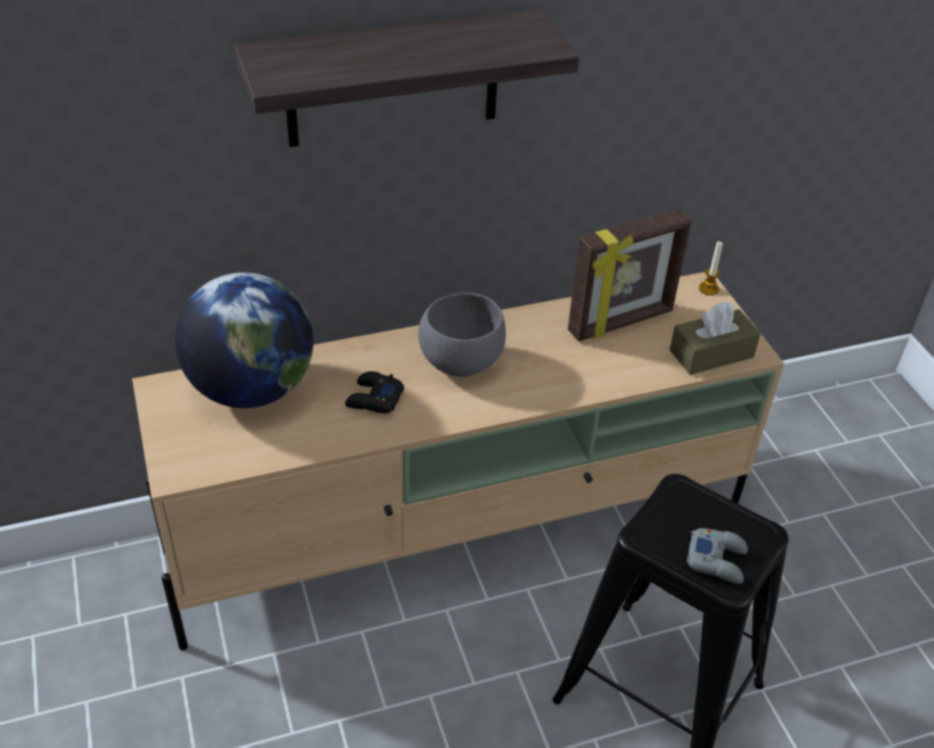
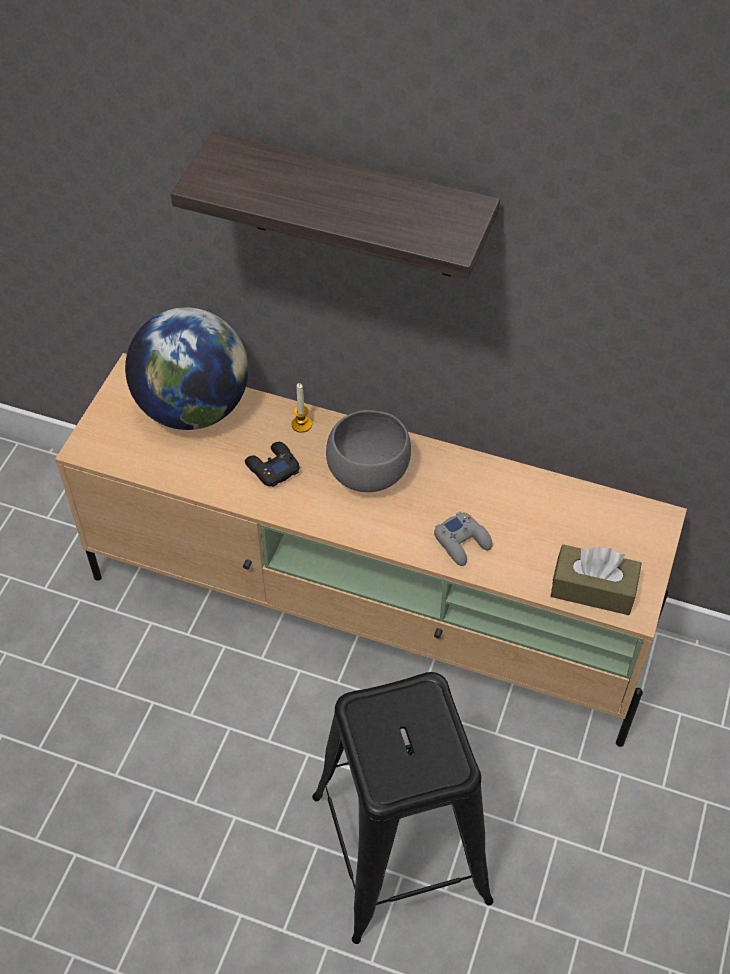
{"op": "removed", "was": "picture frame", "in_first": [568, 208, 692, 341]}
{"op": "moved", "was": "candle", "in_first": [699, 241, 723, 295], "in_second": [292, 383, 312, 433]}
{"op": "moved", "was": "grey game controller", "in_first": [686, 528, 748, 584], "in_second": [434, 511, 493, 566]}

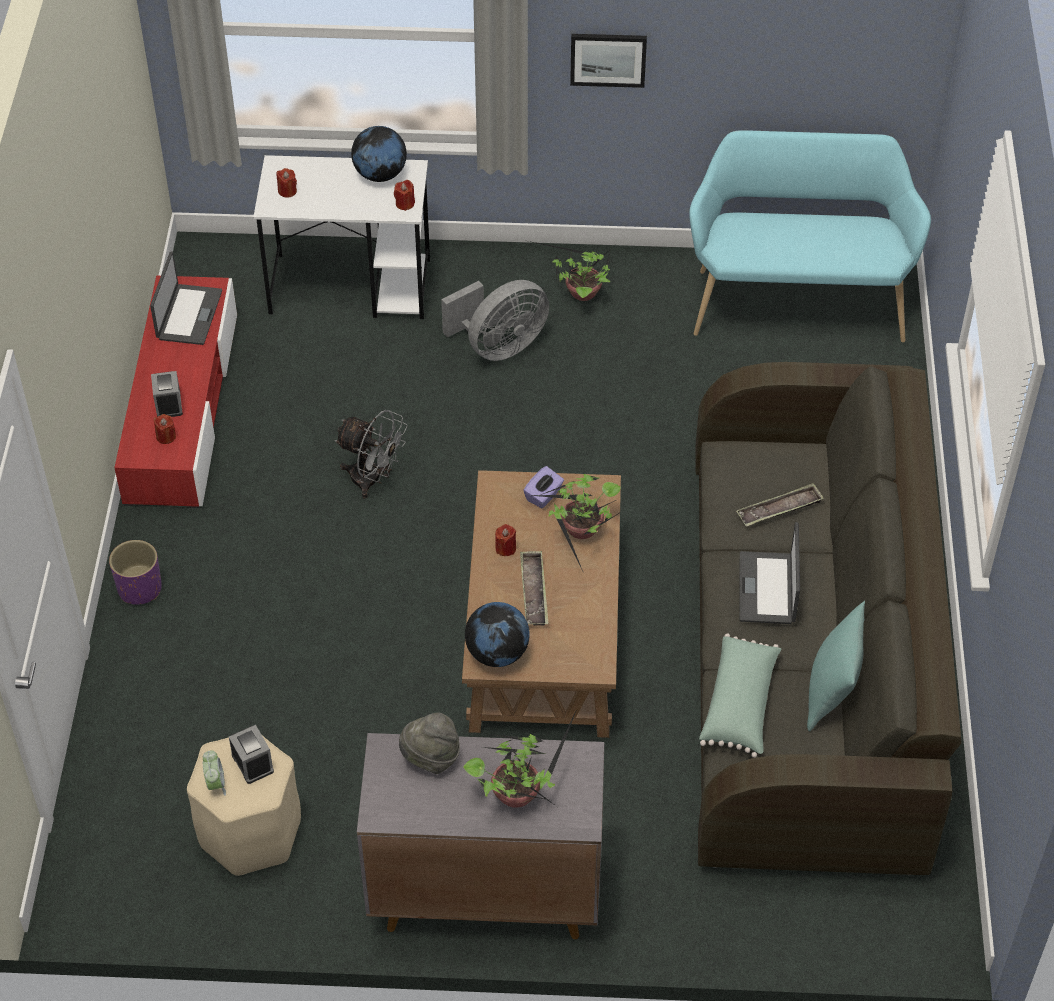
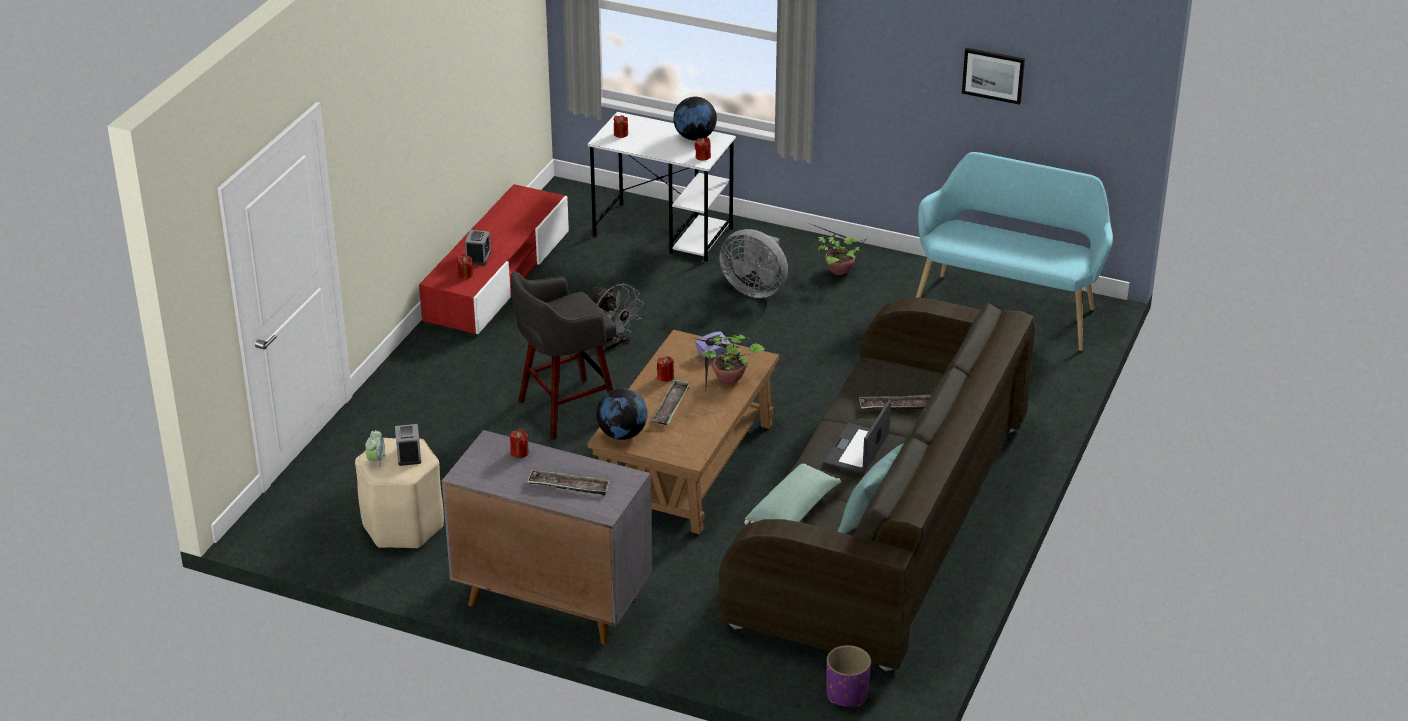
{"op": "moved", "was": "picture", "in_first": [570, 34, 647, 88], "in_second": [962, 48, 1025, 105]}
{"op": "removed", "was": "laptop", "in_first": [150, 251, 222, 345]}
{"op": "turned", "was": "grey fan", "in_first": [441, 280, 549, 361], "in_second": [719, 229, 788, 298], "clockwise": 45}
{"op": "moved", "was": "purple planter", "in_first": [109, 540, 162, 605], "in_second": [826, 645, 871, 707]}
{"op": "replaced", "was": "potted plant", "now": "tray", "in_first": [463, 707, 578, 808], "in_second": [527, 469, 611, 496]}
{"op": "replaced", "was": "grey hat", "now": "red candle", "in_first": [399, 713, 460, 774], "in_second": [510, 429, 529, 458]}
{"op": "added", "now": "grey stool", "in_second": [511, 271, 616, 440]}

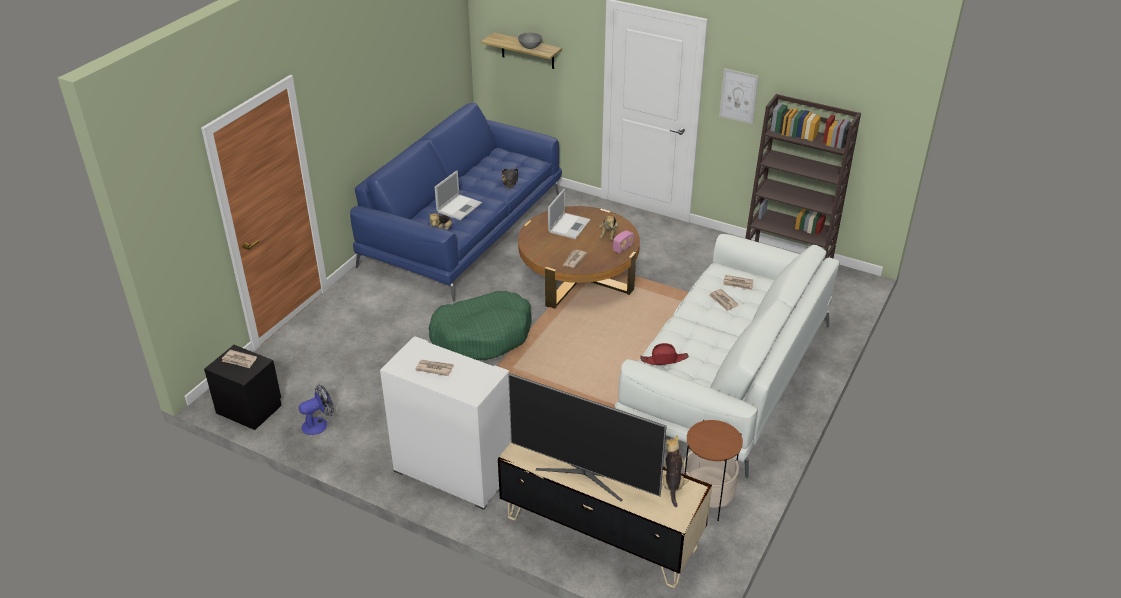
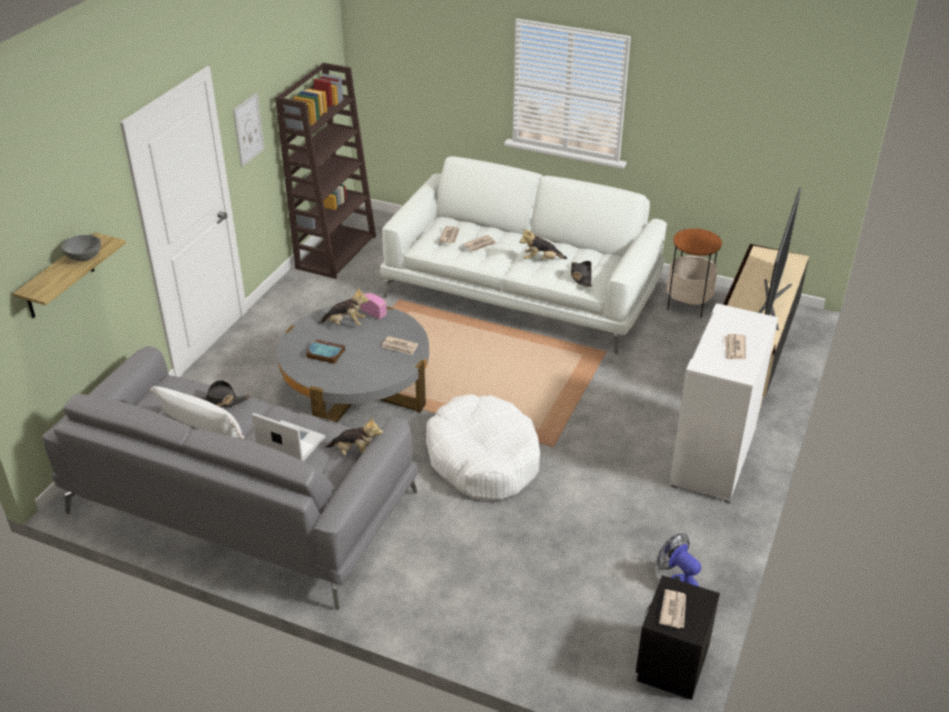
{"op": "recoloured", "was": "blue sofa", "now": "grey sofa", "in_first": [350, 103, 562, 302], "in_second": [42, 346, 418, 610]}
{"op": "replaced", "was": "laptop", "now": "book", "in_first": [548, 189, 591, 239], "in_second": [306, 339, 345, 364]}
{"op": "recoloured", "was": "brown coffee table", "now": "grey coffee table", "in_first": [518, 206, 640, 309], "in_second": [277, 306, 429, 422]}
{"op": "recoloured", "was": "green dog bed", "now": "white dog bed", "in_first": [429, 291, 532, 360], "in_second": [426, 394, 540, 500]}
{"op": "recoloured", "was": "red hat", "now": "black hat", "in_first": [640, 343, 689, 365], "in_second": [571, 261, 592, 287]}
{"op": "moved", "was": "plush toy", "in_first": [663, 435, 689, 507], "in_second": [520, 228, 567, 259]}
{"op": "added", "now": "white pillow", "in_second": [150, 386, 244, 439]}

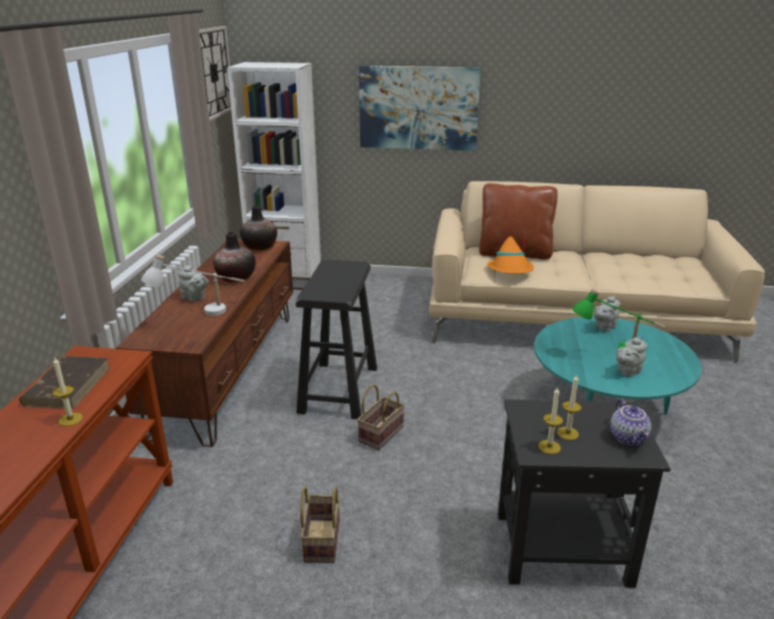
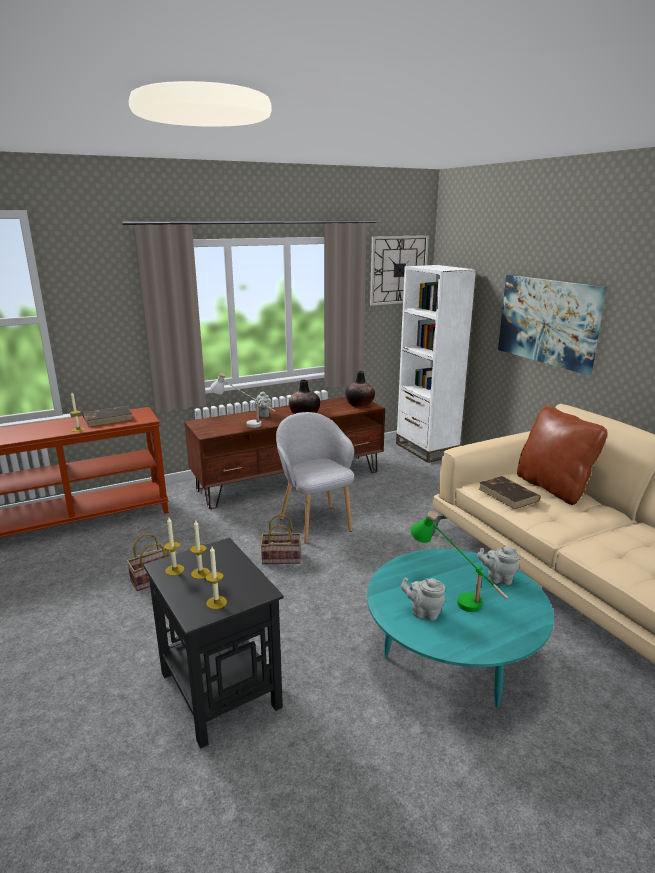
{"op": "replaced", "was": "orange hat", "now": "brown book", "in_first": [487, 233, 534, 274], "in_second": [479, 476, 541, 509]}
{"op": "replaced", "was": "black stool", "now": "grey armchair", "in_first": [296, 259, 377, 419], "in_second": [276, 412, 354, 543]}
{"op": "replaced", "was": "teapot", "now": "candle", "in_first": [610, 398, 651, 446], "in_second": [206, 547, 227, 609]}

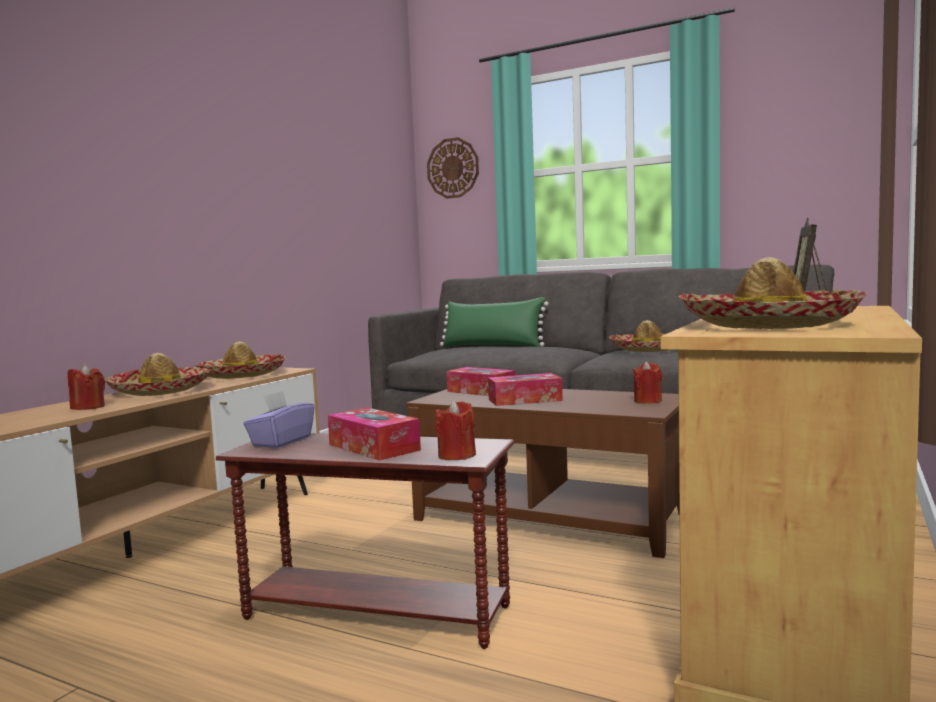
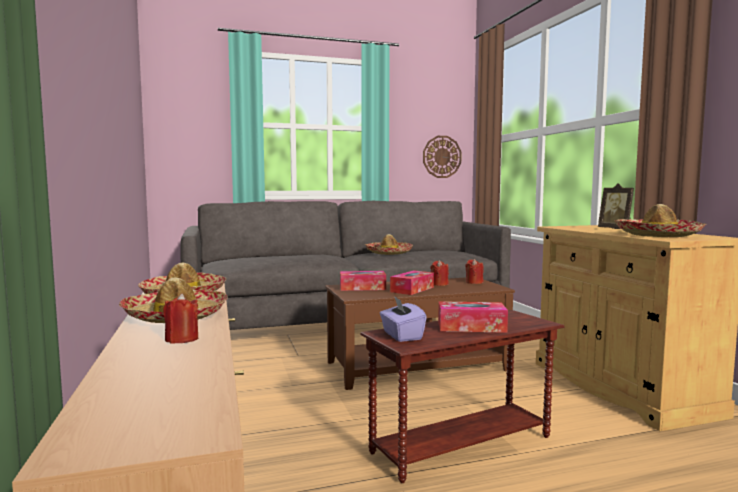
{"op": "moved", "was": "wall clock", "in_first": [427, 137, 479, 199], "in_second": [423, 136, 462, 178]}
{"op": "removed", "was": "green pillow", "in_first": [440, 297, 549, 347]}
{"op": "moved", "was": "red candle", "in_first": [435, 400, 476, 460], "in_second": [430, 260, 449, 286]}

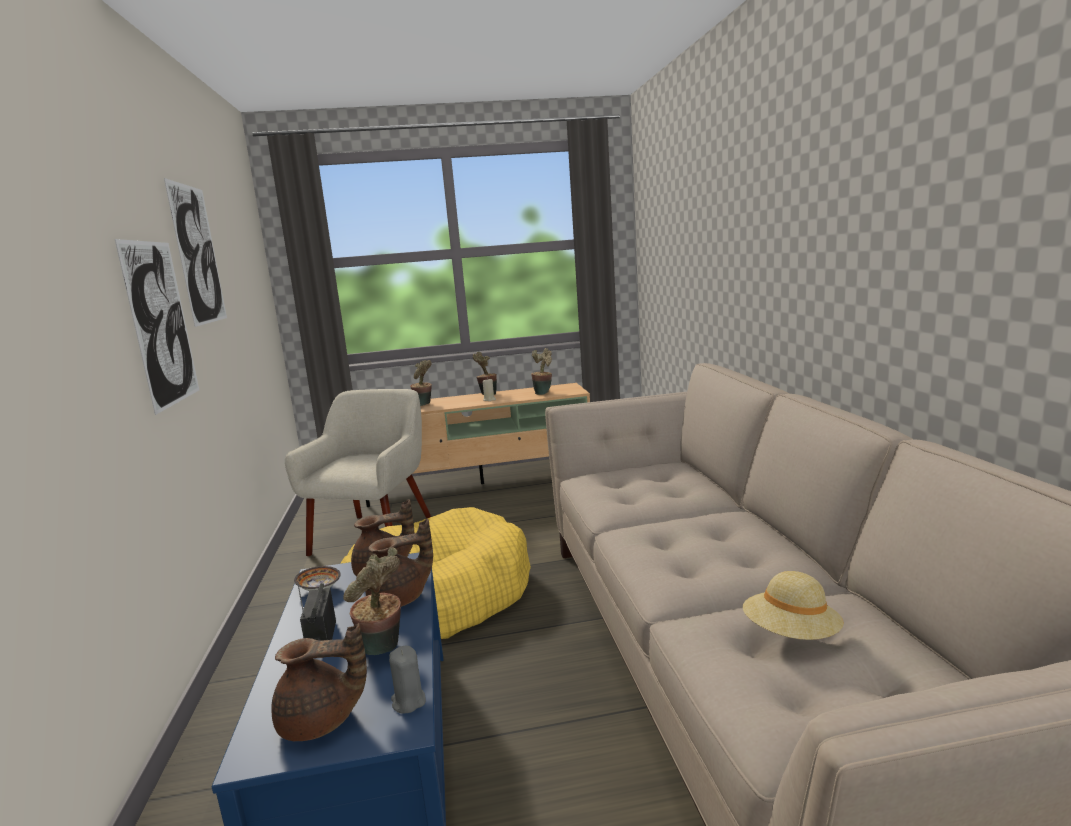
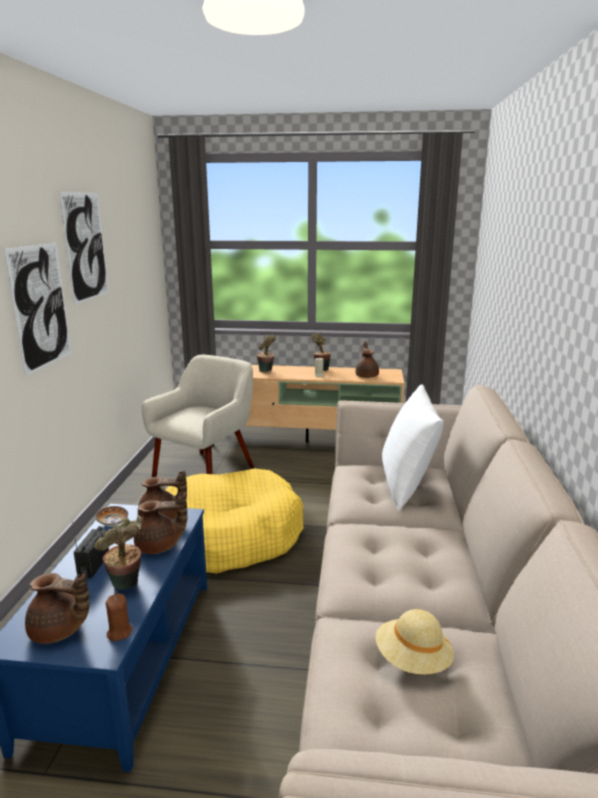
{"op": "replaced", "was": "potted plant", "now": "brown teapot", "in_first": [531, 348, 552, 395], "in_second": [355, 341, 379, 378]}
{"op": "recoloured", "was": "grey candle", "now": "brown candle", "in_first": [389, 646, 426, 713], "in_second": [106, 594, 132, 641]}
{"op": "added", "now": "white pillow", "in_second": [382, 384, 444, 511]}

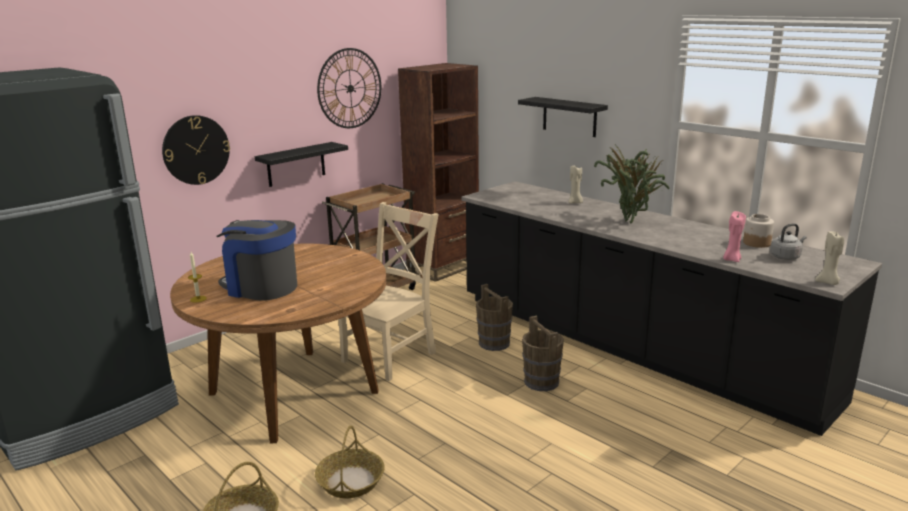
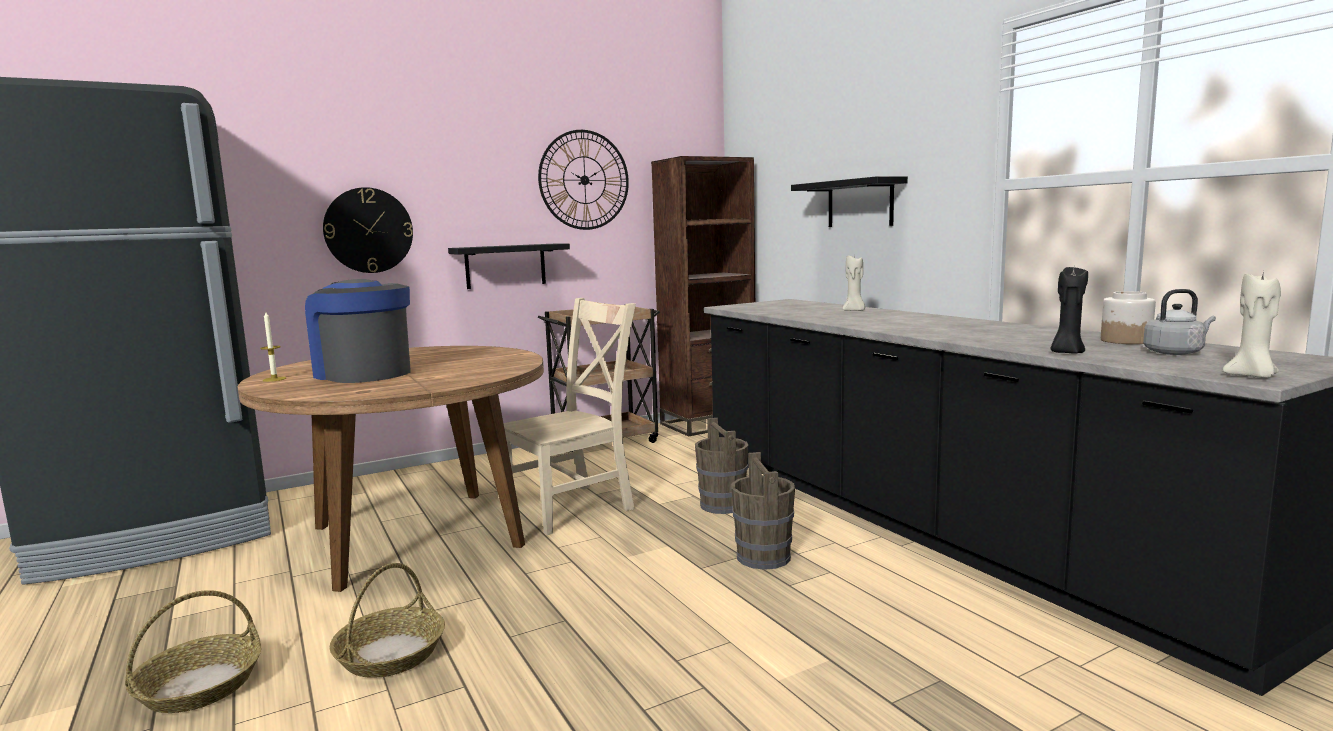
{"op": "removed", "was": "potted plant", "in_first": [594, 144, 670, 223]}
{"op": "recoloured", "was": "pink candle", "now": "black candle", "in_first": [723, 211, 746, 262], "in_second": [1050, 267, 1088, 354]}

